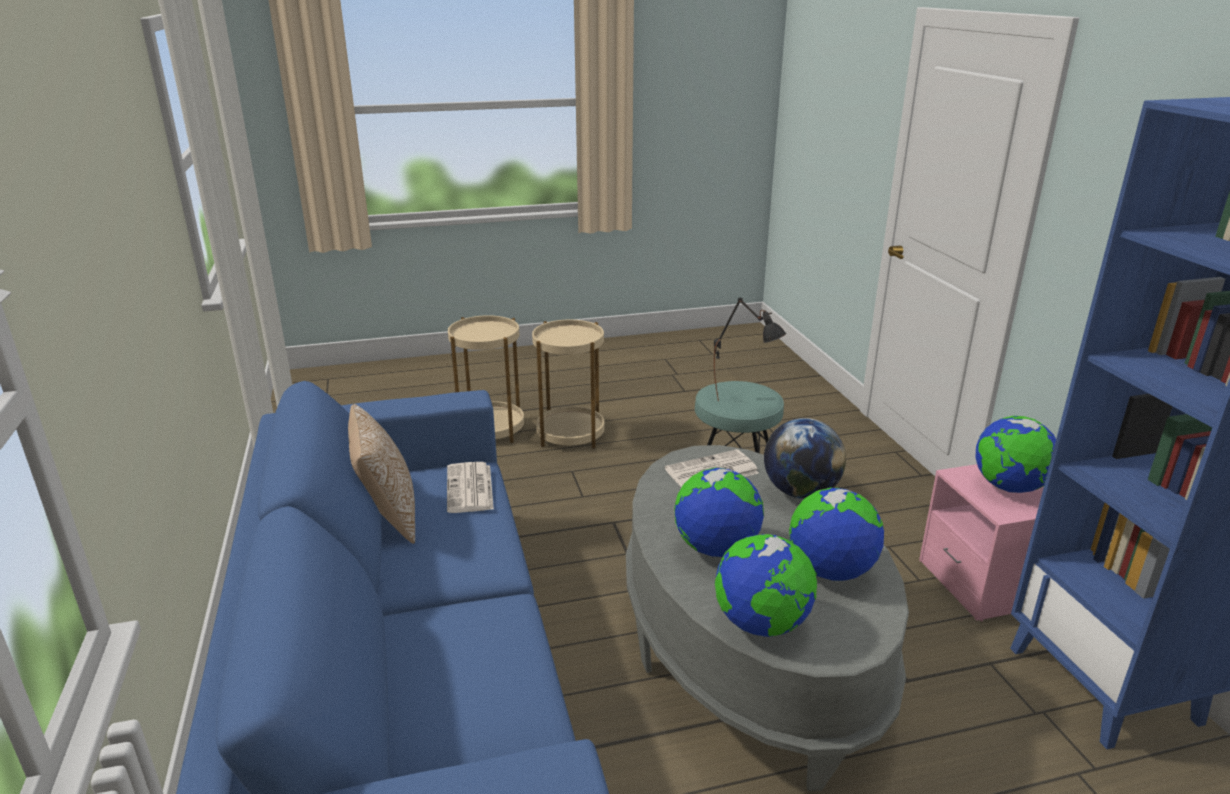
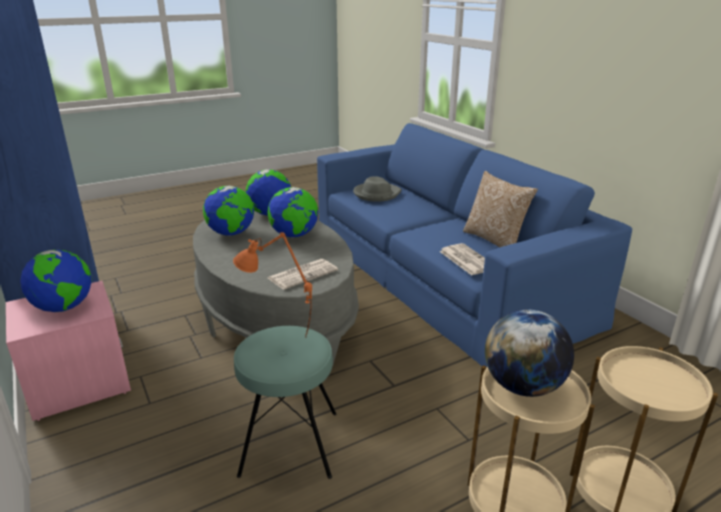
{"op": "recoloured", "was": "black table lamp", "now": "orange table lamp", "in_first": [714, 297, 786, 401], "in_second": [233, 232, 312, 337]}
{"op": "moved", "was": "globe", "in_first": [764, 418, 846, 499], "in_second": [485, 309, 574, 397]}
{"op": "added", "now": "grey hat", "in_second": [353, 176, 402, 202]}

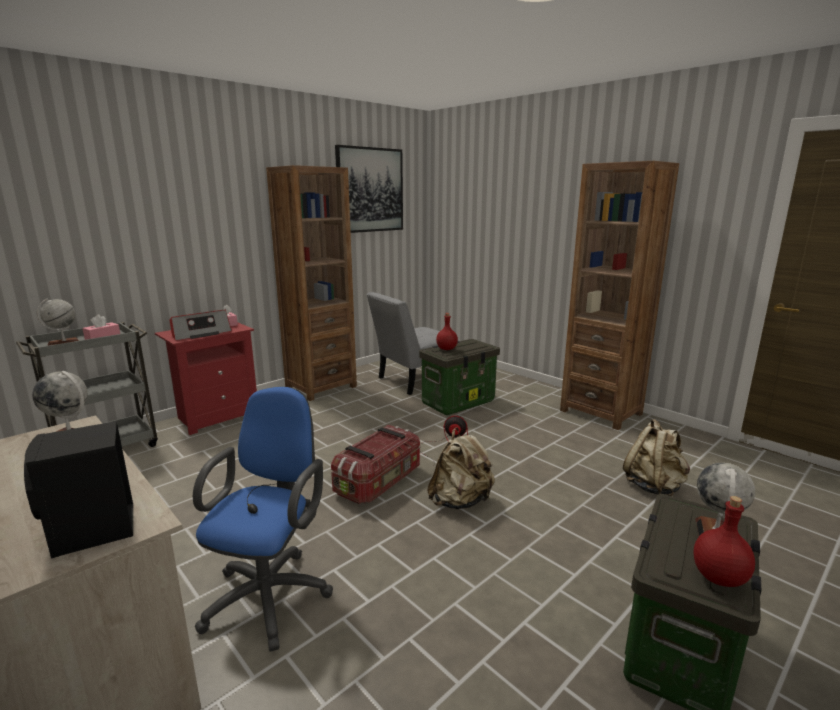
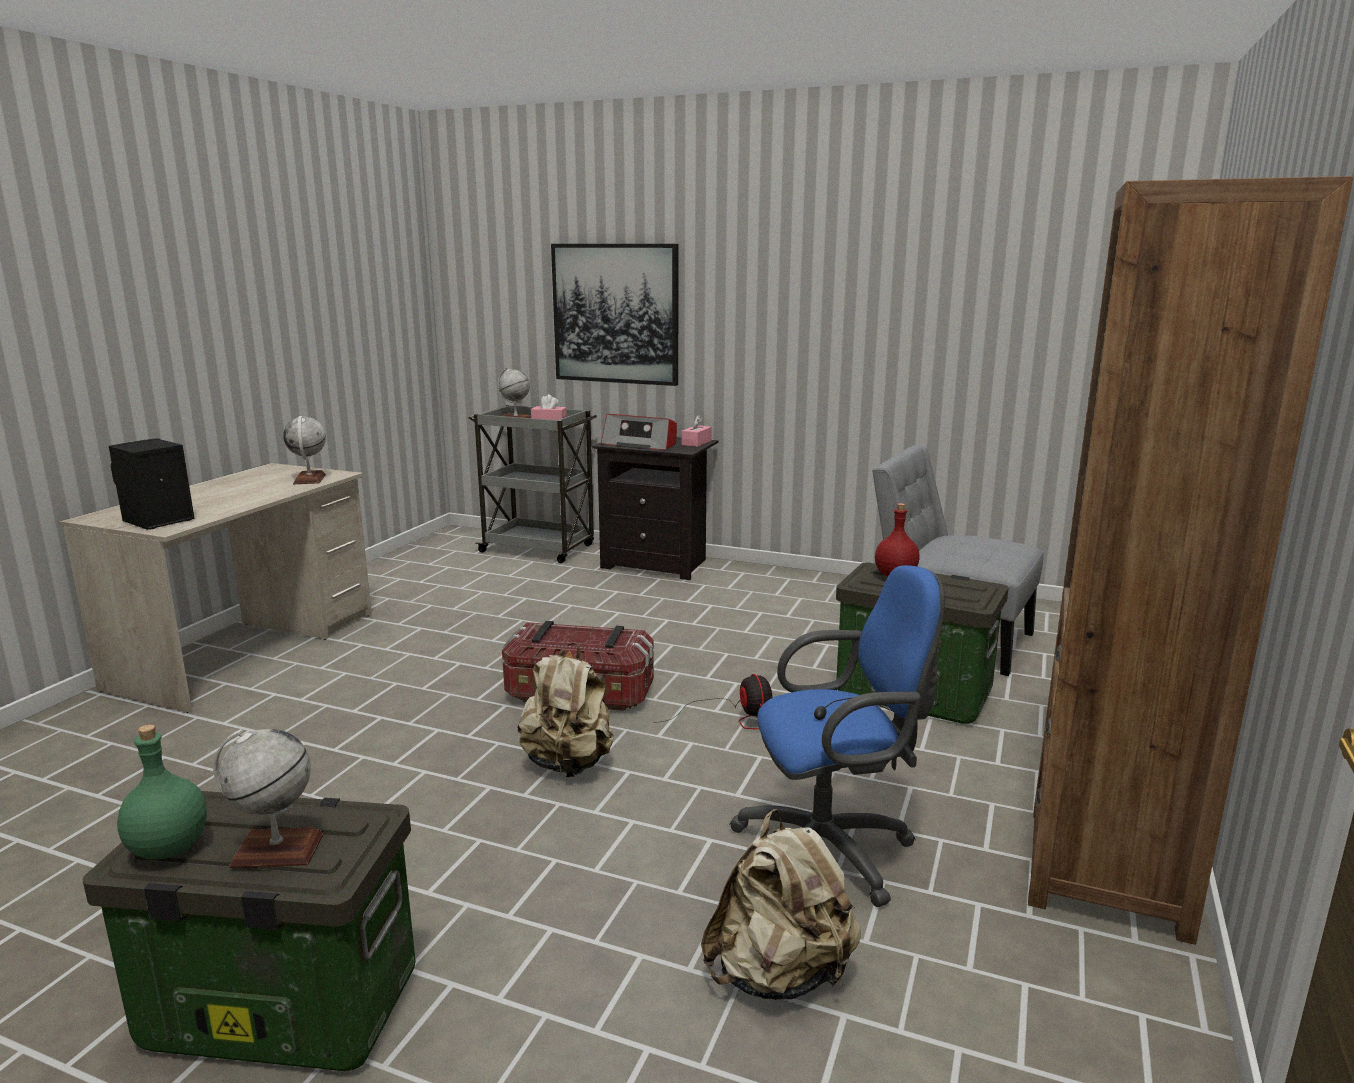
{"op": "moved", "was": "picture", "in_first": [335, 145, 403, 233], "in_second": [551, 244, 678, 386]}
{"op": "removed", "was": "brown bookcase", "in_first": [266, 165, 357, 401]}
{"op": "recoloured", "was": "red nightstand", "now": "black nightstand", "in_first": [155, 323, 257, 435], "in_second": [592, 437, 718, 580]}
{"op": "moved", "was": "blue office chair", "in_first": [193, 387, 333, 652], "in_second": [730, 565, 945, 907]}
{"op": "recoloured", "was": "red bottle", "now": "green bottle", "in_first": [693, 496, 755, 587], "in_second": [117, 724, 207, 859]}

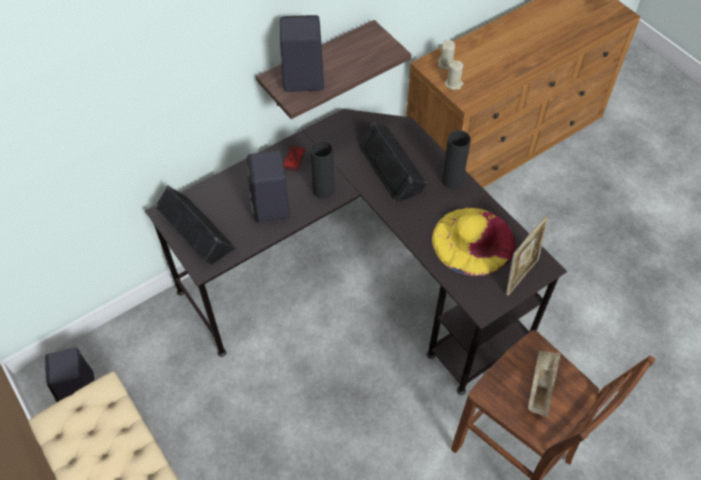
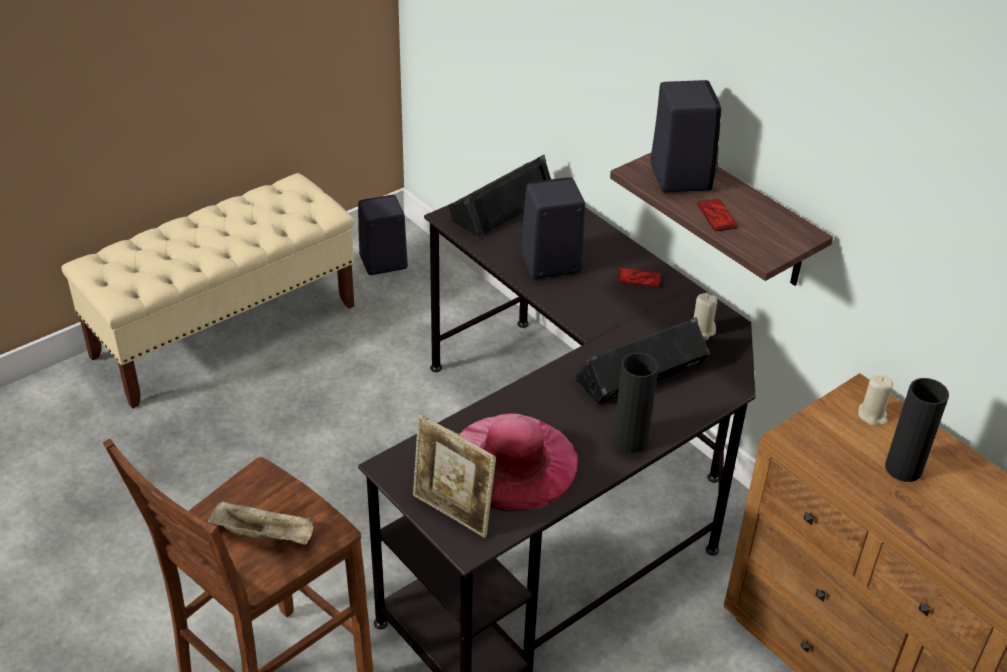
{"op": "moved", "was": "beige candle", "in_first": [445, 61, 464, 90], "in_second": [694, 293, 717, 341]}
{"op": "moved", "was": "black vase", "in_first": [310, 140, 334, 199], "in_second": [885, 378, 949, 482]}
{"op": "recoloured", "was": "yellow hat", "now": "pink hat", "in_first": [432, 208, 516, 276], "in_second": [459, 414, 579, 511]}
{"op": "added", "now": "phone", "in_second": [697, 199, 738, 231]}

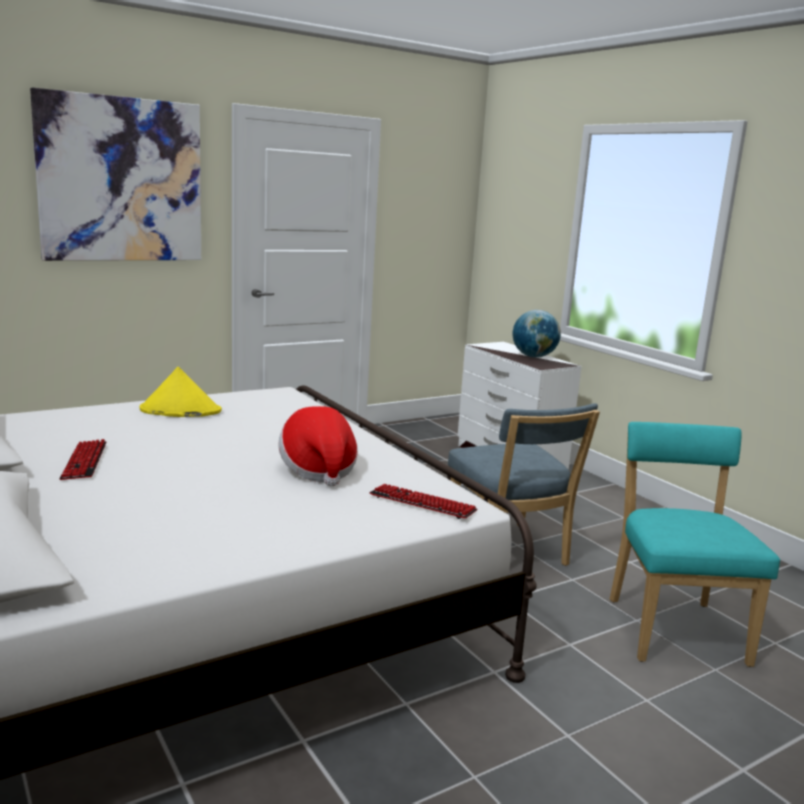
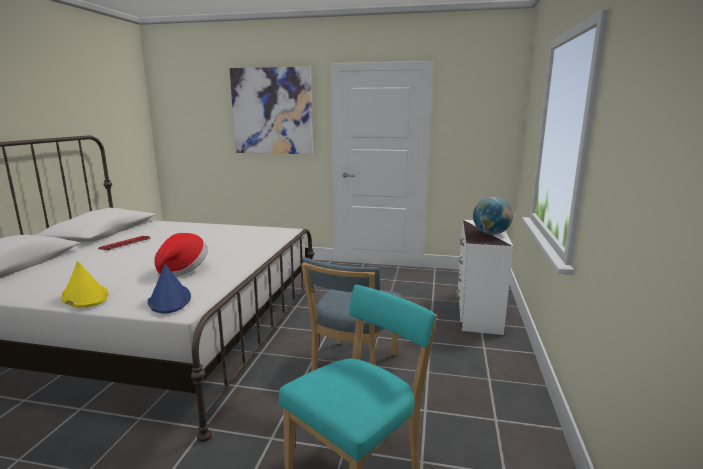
{"op": "moved", "was": "yellow hat", "in_first": [140, 367, 222, 417], "in_second": [61, 261, 109, 307]}
{"op": "replaced", "was": "keyboard", "now": "blue hat", "in_first": [369, 484, 477, 519], "in_second": [148, 264, 191, 314]}

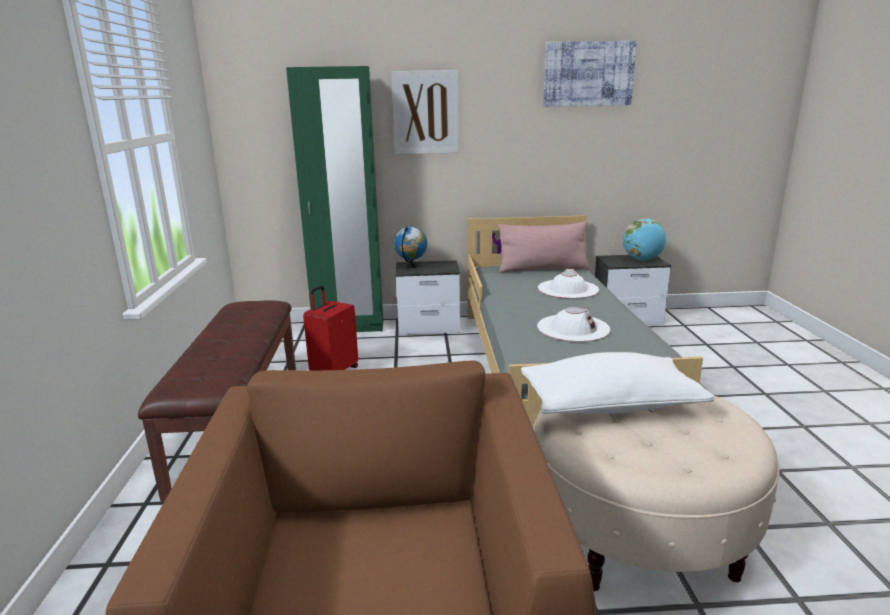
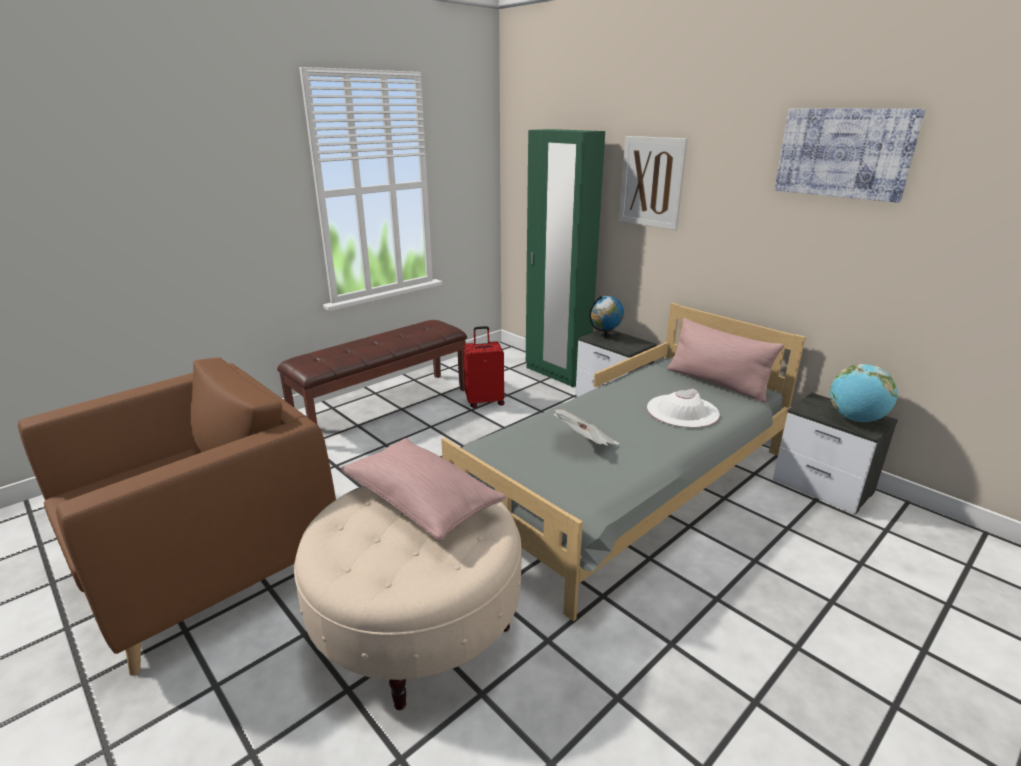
{"op": "replaced", "was": "white hat", "now": "newspaper", "in_first": [537, 307, 611, 342], "in_second": [553, 409, 619, 446]}
{"op": "recoloured", "was": "white pillow", "now": "pink pillow", "in_first": [521, 352, 714, 414], "in_second": [341, 438, 506, 542]}

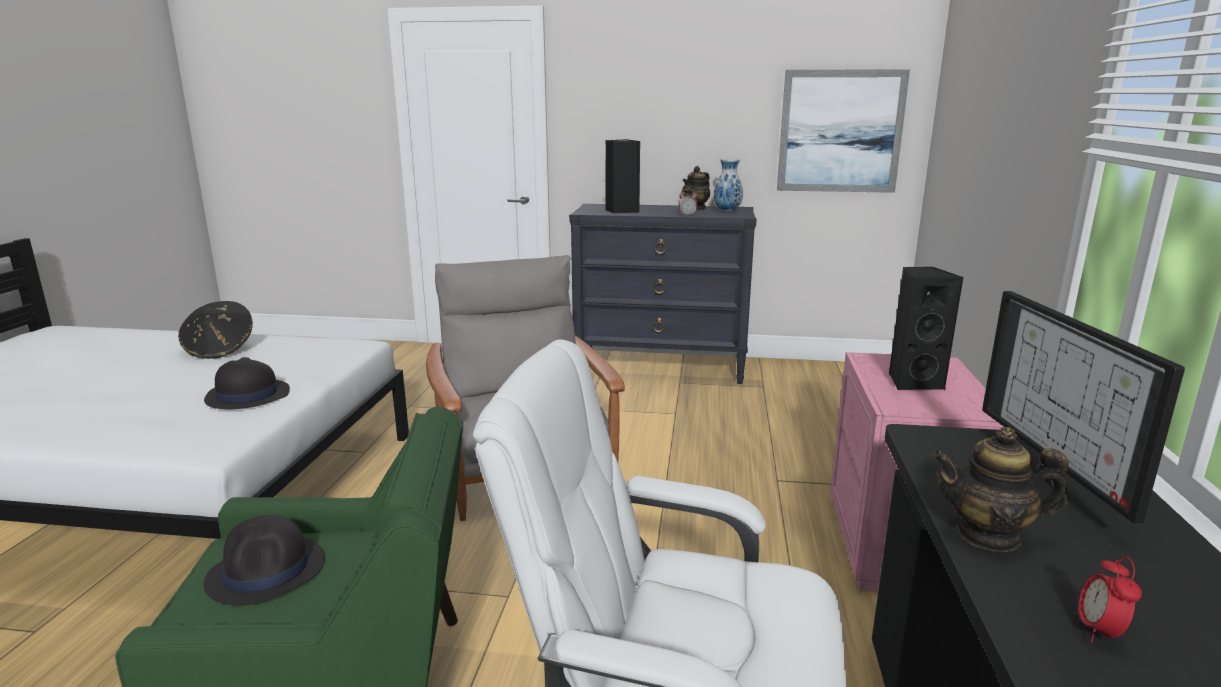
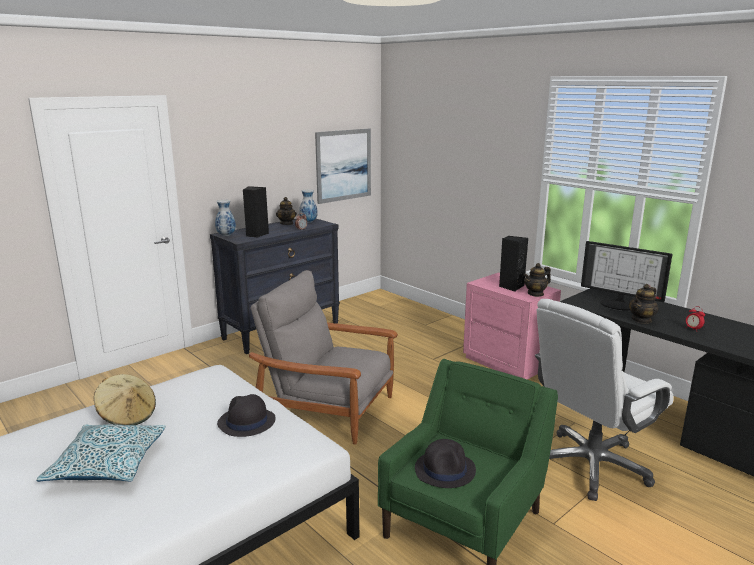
{"op": "recoloured", "was": "black hat", "now": "beige hat", "in_first": [178, 301, 253, 359], "in_second": [94, 374, 156, 425]}
{"op": "added", "now": "vase", "in_second": [215, 200, 236, 236]}
{"op": "added", "now": "teapot", "in_second": [523, 263, 551, 297]}
{"op": "added", "now": "pillow", "in_second": [36, 424, 166, 482]}

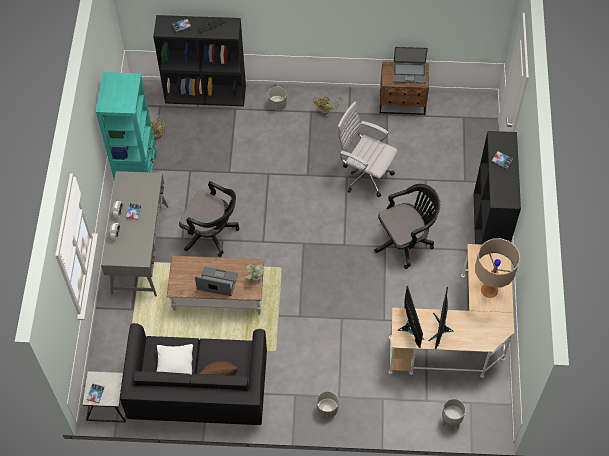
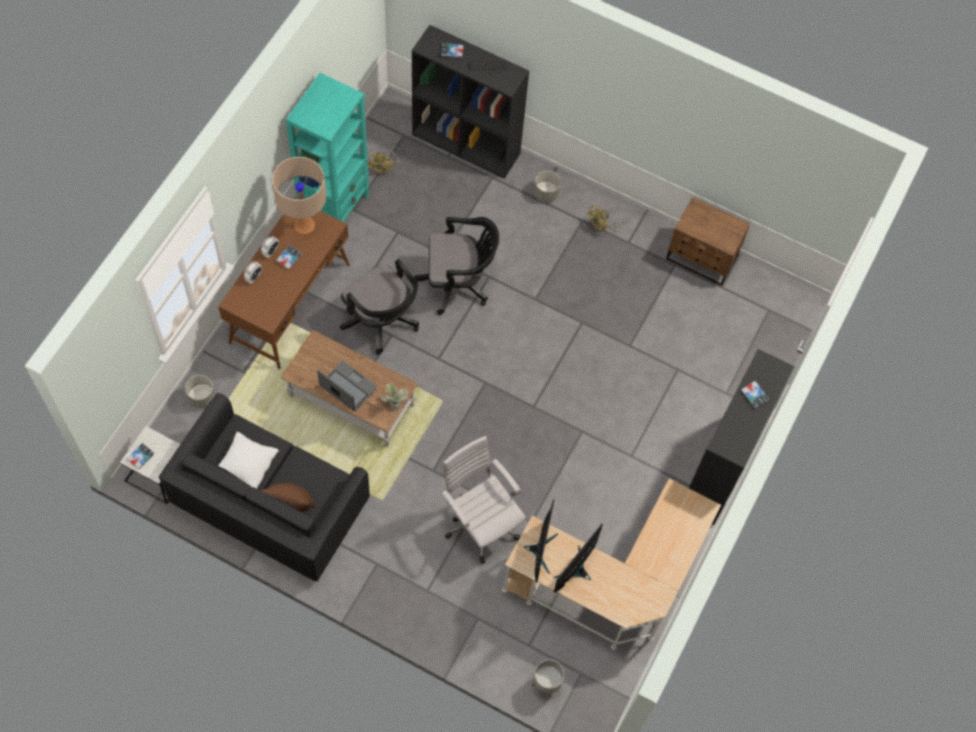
{"op": "removed", "was": "laptop", "in_first": [393, 47, 428, 84]}
{"op": "moved", "was": "white office chair", "in_first": [337, 102, 398, 197], "in_second": [441, 436, 526, 564]}
{"op": "recoloured", "was": "grey desk", "now": "brown desk", "in_first": [101, 171, 168, 296], "in_second": [218, 199, 350, 369]}
{"op": "moved", "was": "black office chair", "in_first": [374, 184, 440, 269], "in_second": [414, 217, 499, 315]}
{"op": "moved", "was": "beige table lamp", "in_first": [475, 238, 520, 298], "in_second": [272, 157, 326, 234]}
{"op": "moved", "was": "grey planter", "in_first": [317, 391, 339, 418], "in_second": [185, 375, 215, 409]}

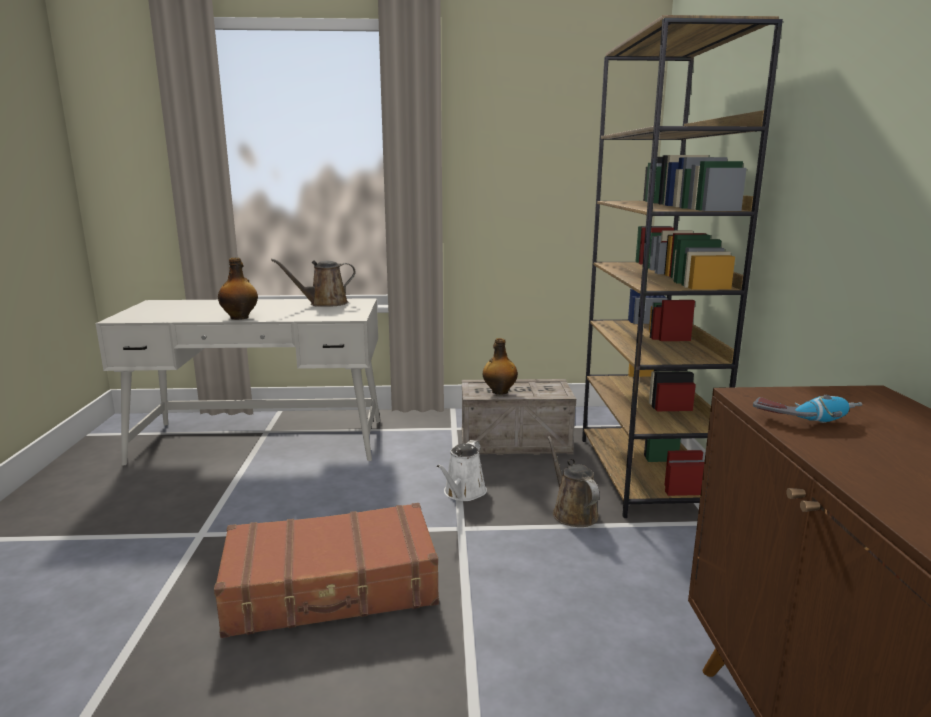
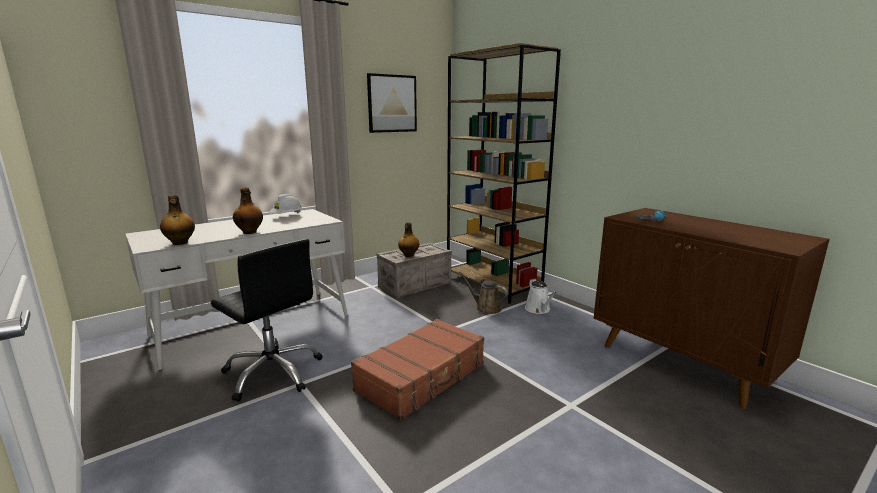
{"op": "replaced", "was": "brown watering can", "now": "white hard hat", "in_first": [271, 259, 356, 307], "in_second": [270, 194, 302, 214]}
{"op": "moved", "was": "white watering can", "in_first": [436, 440, 487, 501], "in_second": [525, 279, 557, 314]}
{"op": "added", "now": "picture", "in_second": [367, 73, 417, 133]}
{"op": "added", "now": "bottle", "in_second": [160, 195, 195, 245]}
{"op": "added", "now": "black office chair", "in_second": [211, 239, 322, 402]}

